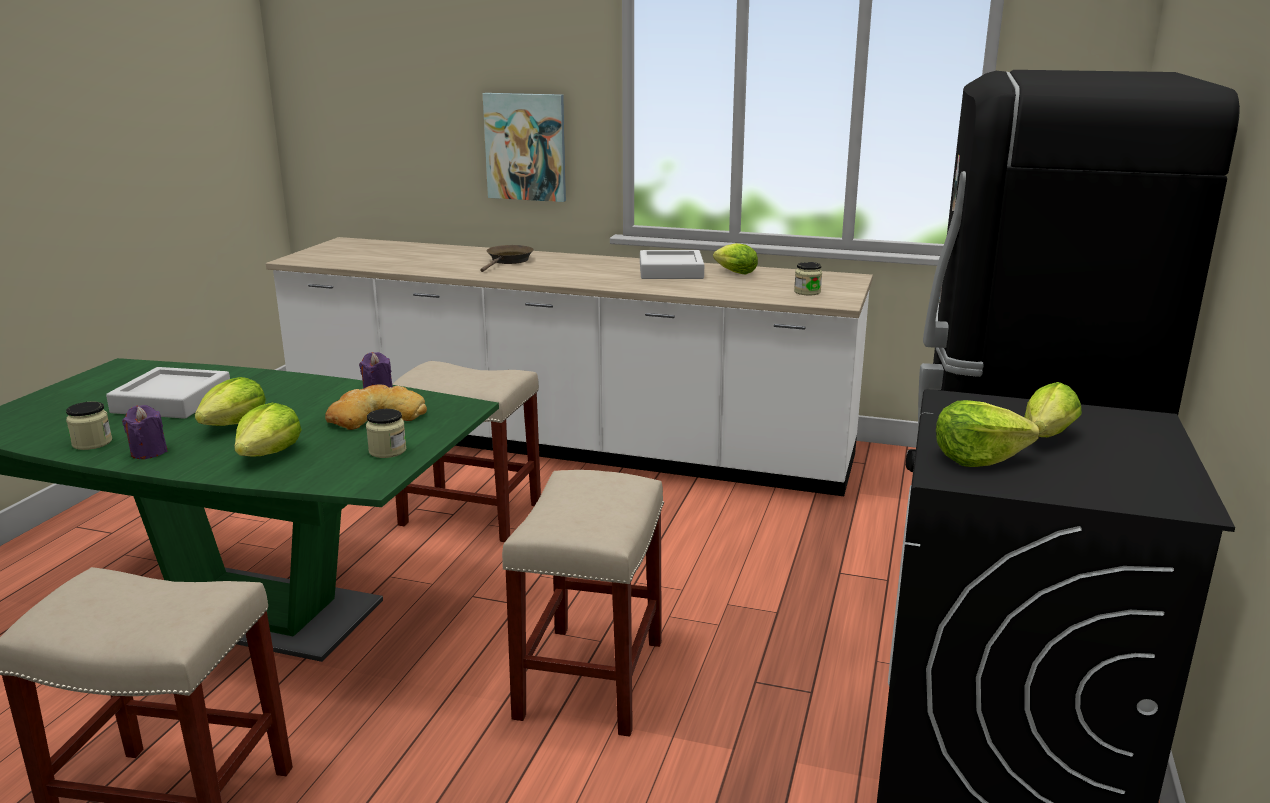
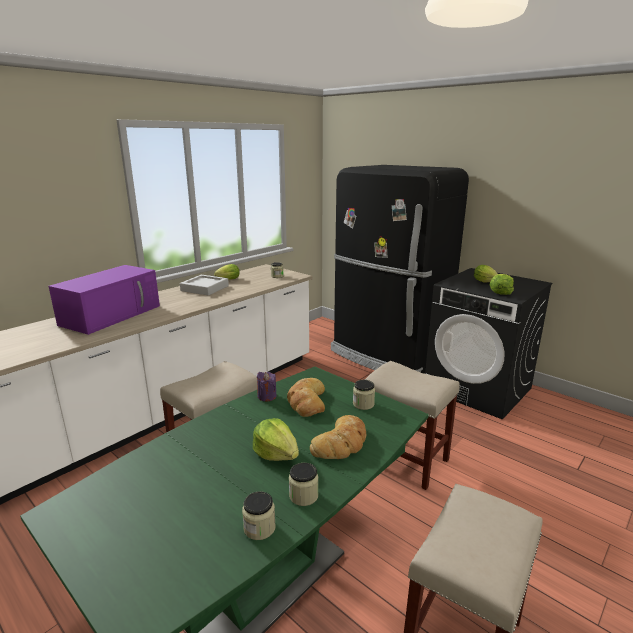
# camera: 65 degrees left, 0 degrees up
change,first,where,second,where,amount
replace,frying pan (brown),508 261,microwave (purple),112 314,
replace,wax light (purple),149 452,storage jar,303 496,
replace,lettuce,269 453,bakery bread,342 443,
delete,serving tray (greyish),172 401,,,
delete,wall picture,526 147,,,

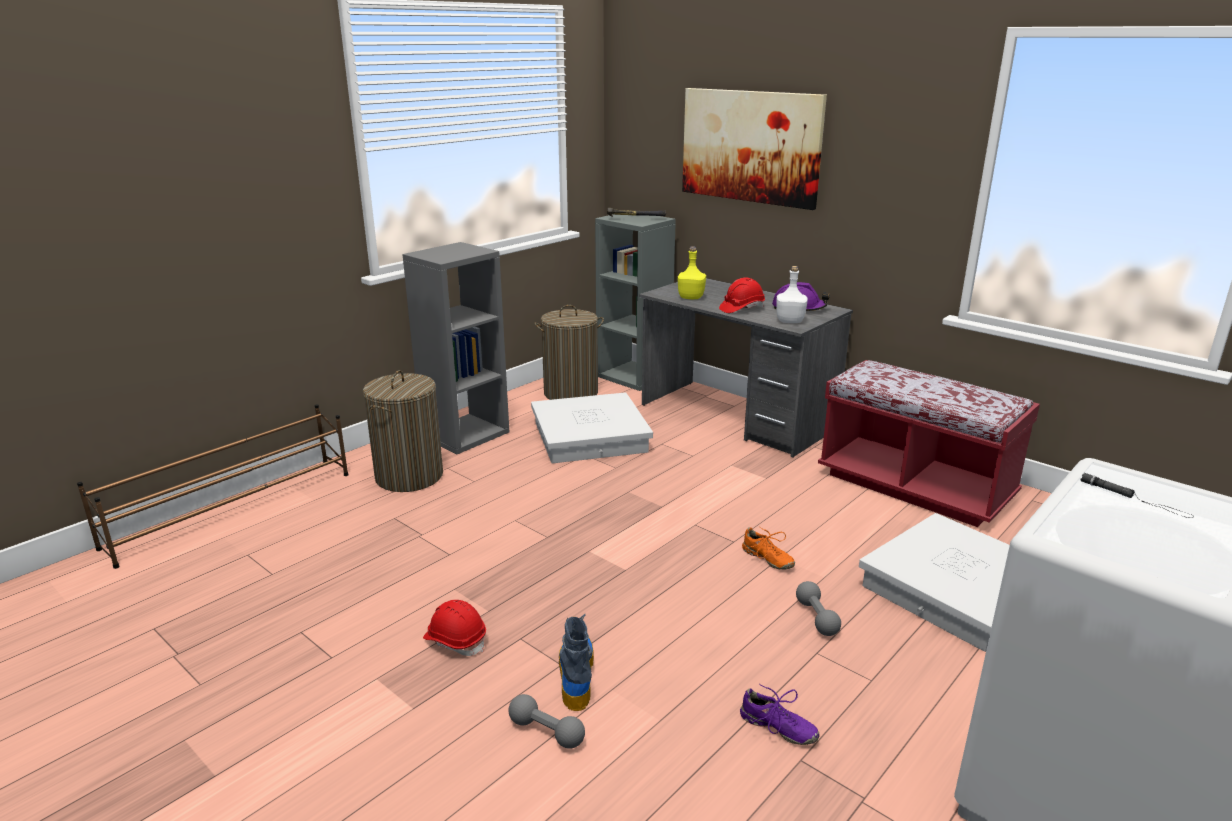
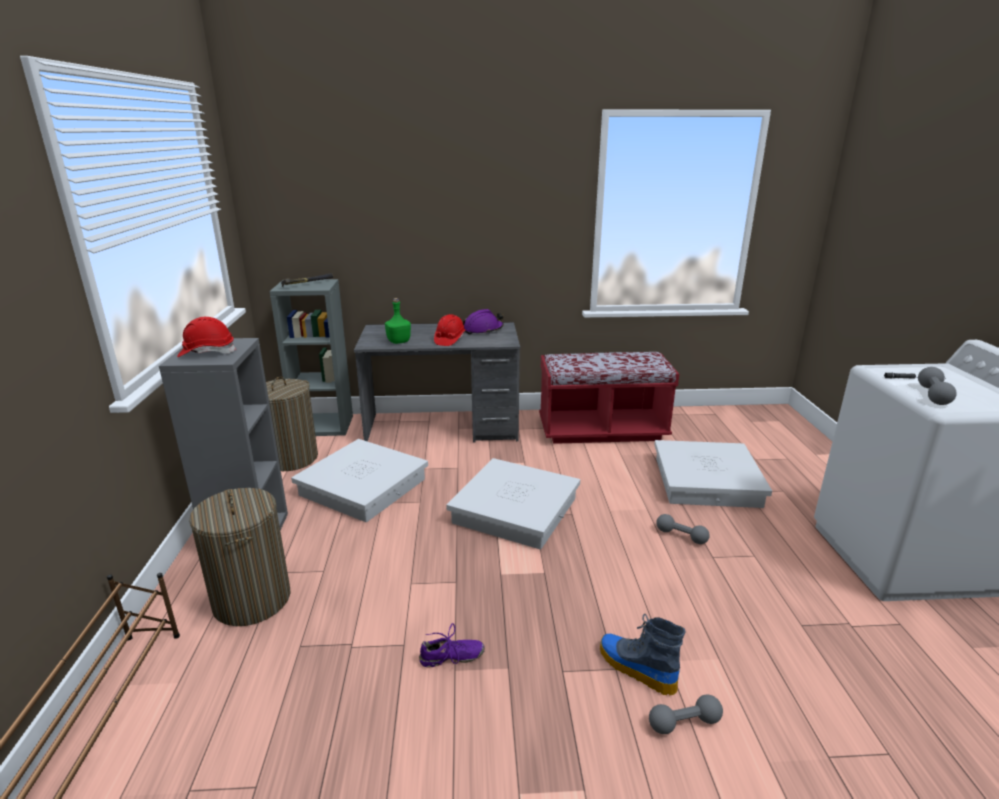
# camera: 45 degrees left, 0 degrees up
change,first,where,second,where,amount
move,safety helmet (red-coloured),455 640,,207 352,
recolor,drink bottle (yellow),691 297,drink bottle (green-coloured),398 341,
move,item of footwear (purple),777 728,,451 658,
insert,,,storage container (whitish),515 510,
insert,,,hand weight (greyish),933 395,
delete,wall picture,750 146,,,
delete,item of footwear (orange-coloured),767 559,,,
delete,drink bottle (whitish),789 321,,,

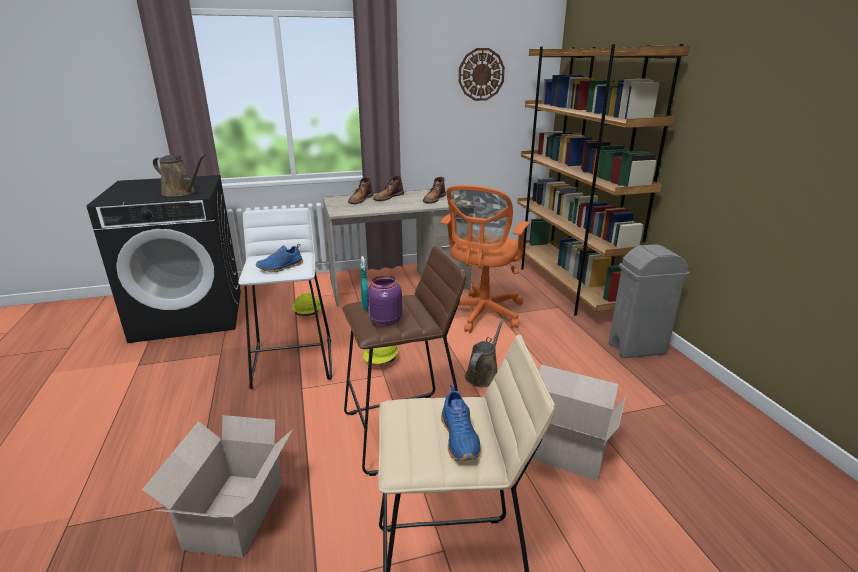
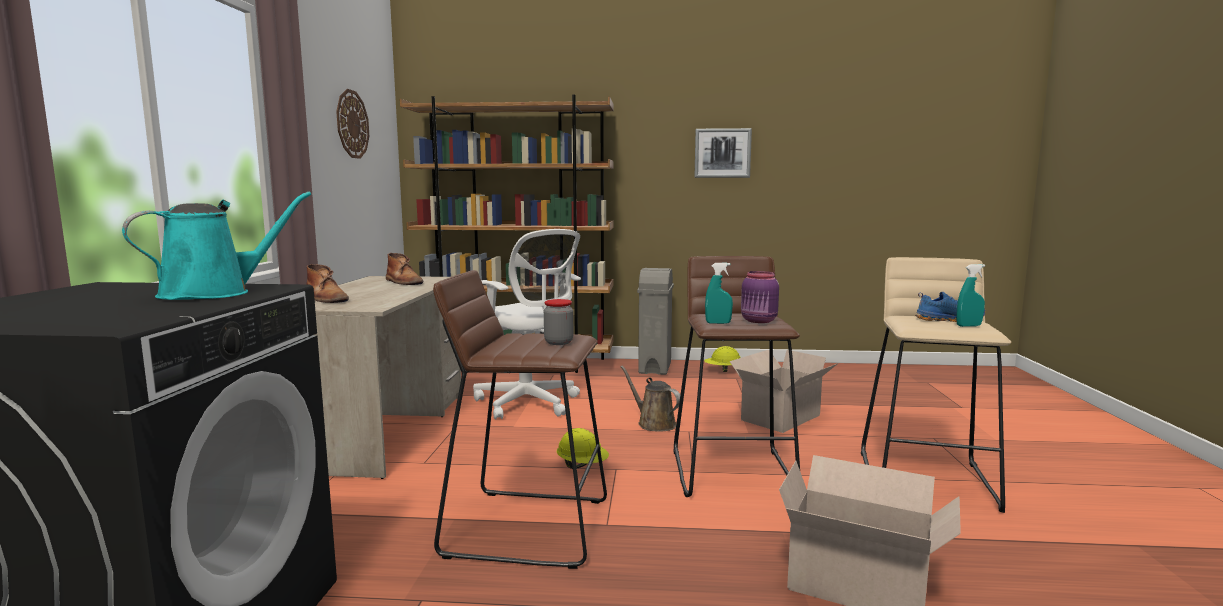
# camera: 70 degrees left, 15 degrees down
change,first,where,second,where,amount
recolor,watering can (brown),181 192,watering can (turquoise-coloured),214 293,
recolor,stool (whitish),293 362,stool (brown),526 526,
recolor,computer chair (orange-coloured),482 315,computer chair (whitish),529 403,
replace,item of footwear (blue),281 267,storage jar,558 342,
insert,,,wall picture,722 153,
move,safety helmet (yellow),307 314,,722 371,
insert,,,hand sprayer (turquoise-coloured),968 326,
delete,tall boot (brown),388 197,,,

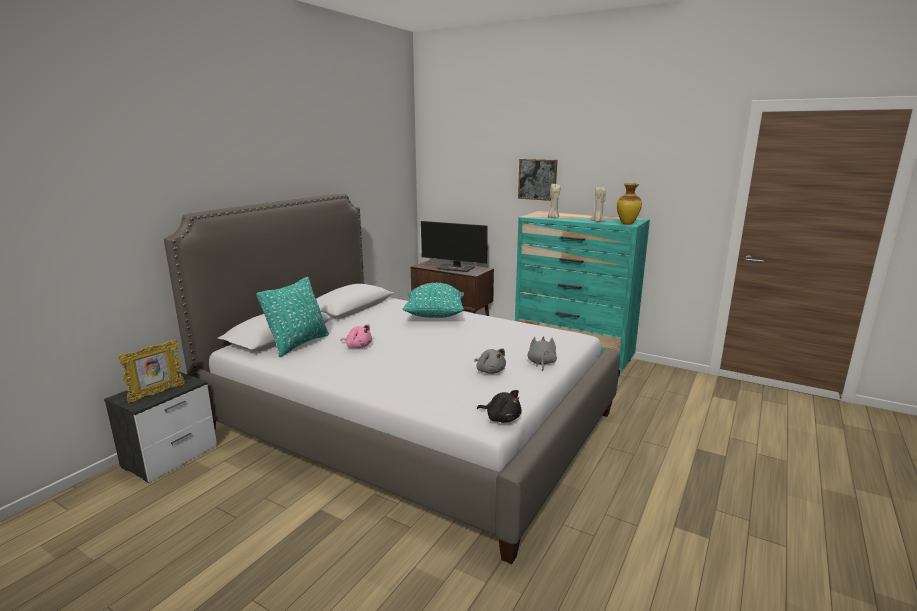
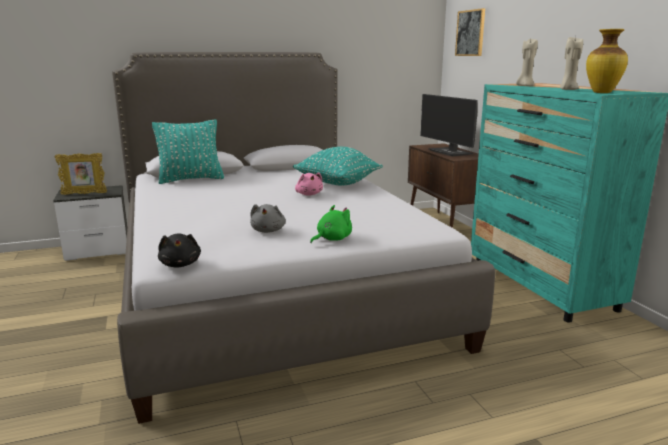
# camera: 40 degrees right, 0 degrees up
change,first,where,second,where,amount
move,cuddly toy (pink-coloured),358 346,,309 194,
recolor,cuddly toy (greyish),541 363,cuddly toy (green-coloured),332 239,
move,wall picture,537 179,,470 33,

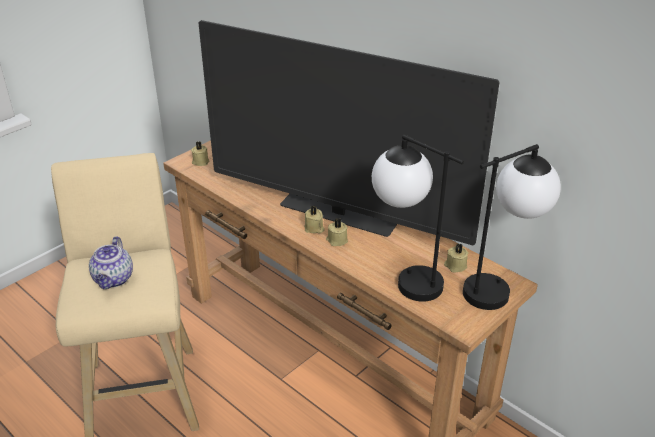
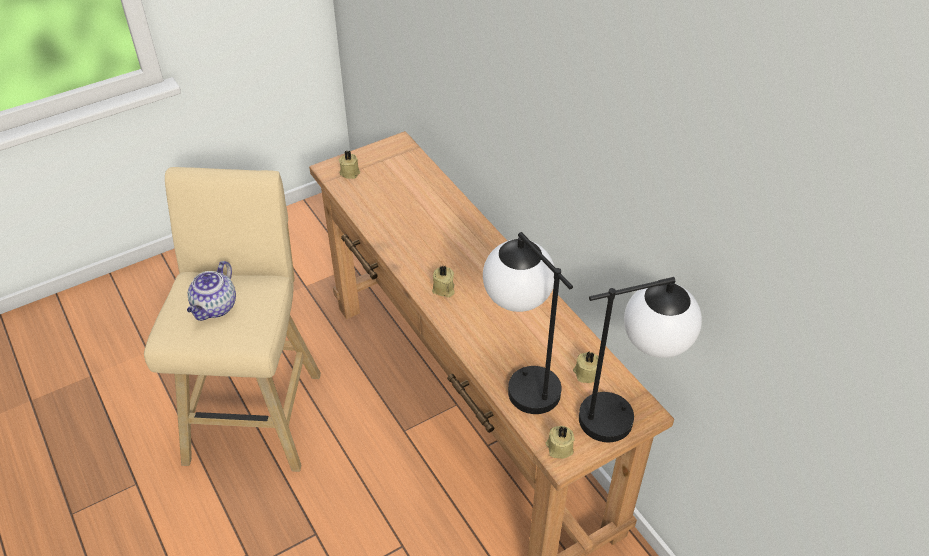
# camera: 15 degrees right, 10 degrees up
change,first,where,second,where,amount
move,wax light (beige-coloured),336 240,,559 447,
delete,television,337 215,,,

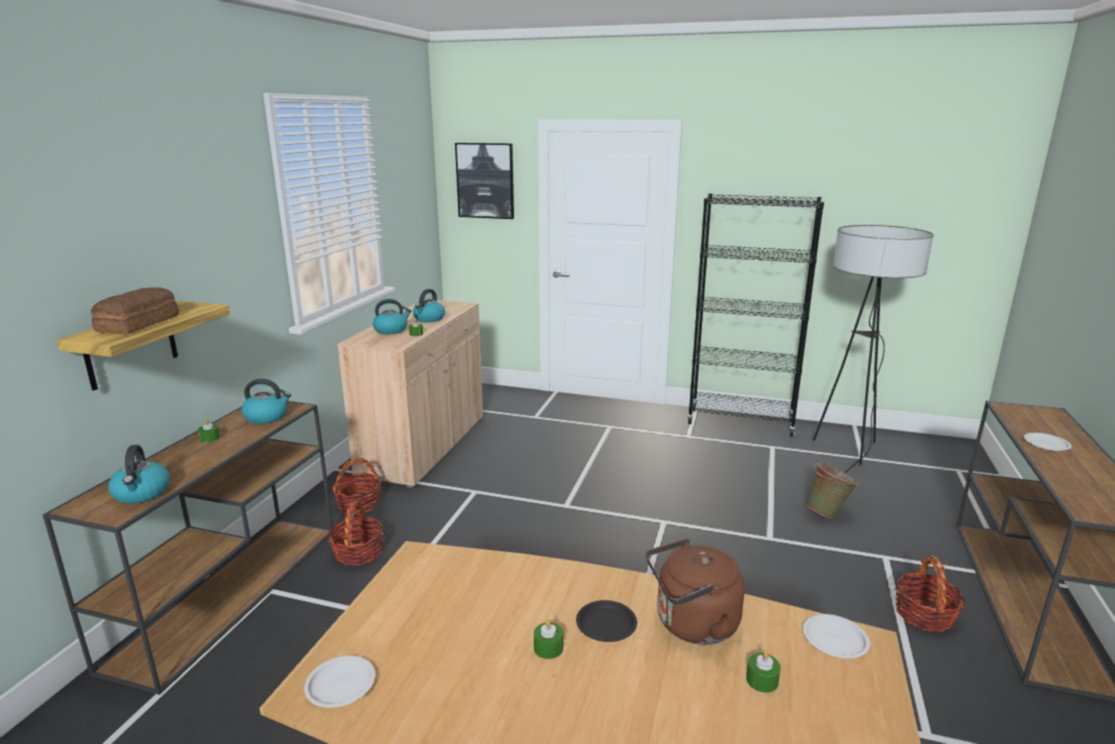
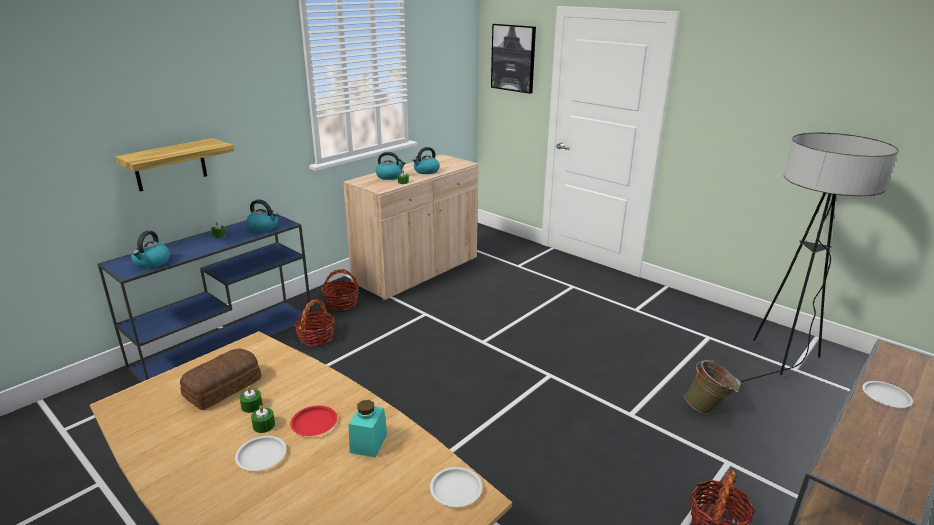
# camera: 25 degrees right, 5 degrees up
change,first,where,second,where,amount
recolor,narrow table (brown),231 591,narrow table (blue),227 341,
move,bakery bread,141 323,,224 387,
move,dinner plate (whitish),340 686,,261 456,
move,wax light (green-coloured),762 680,,252 406,
recolor,dinner plate (black),606 625,dinner plate (red-coloured),314 424,
replace,water kettle (brown),692 625,storage jar (turquoise-coloured),368 443,
delete,shelving unit (black),740 422,,,

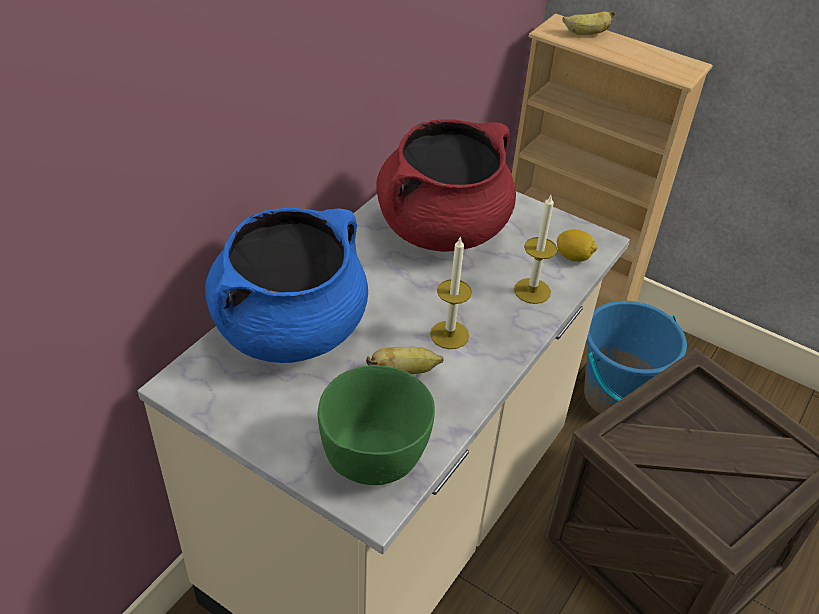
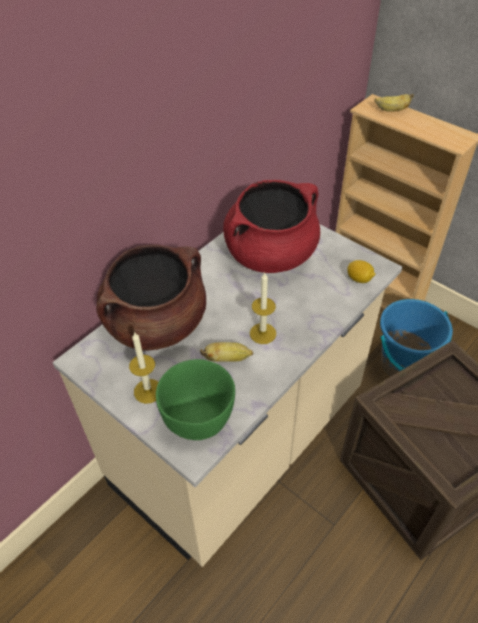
# camera: 10 degrees right, 5 degrees up
change,first,where,second,where,amount
recolor,saucepot (blue),291 329,saucepot (brown),157 324,
move,wax light,532 291,,148 391,

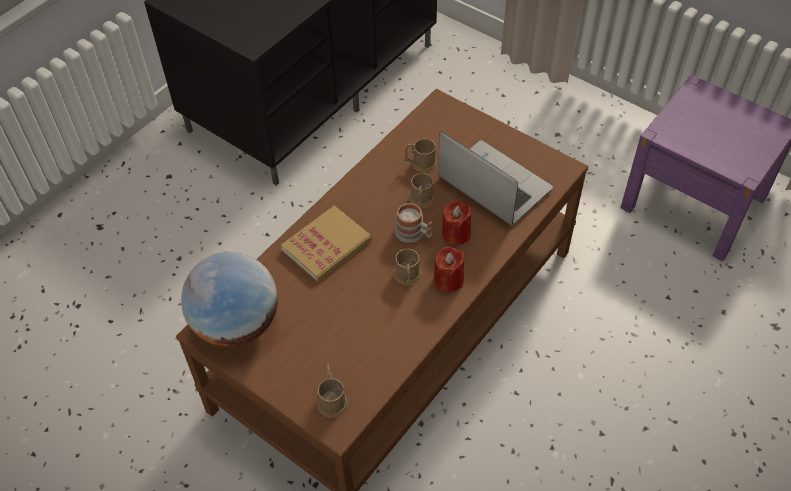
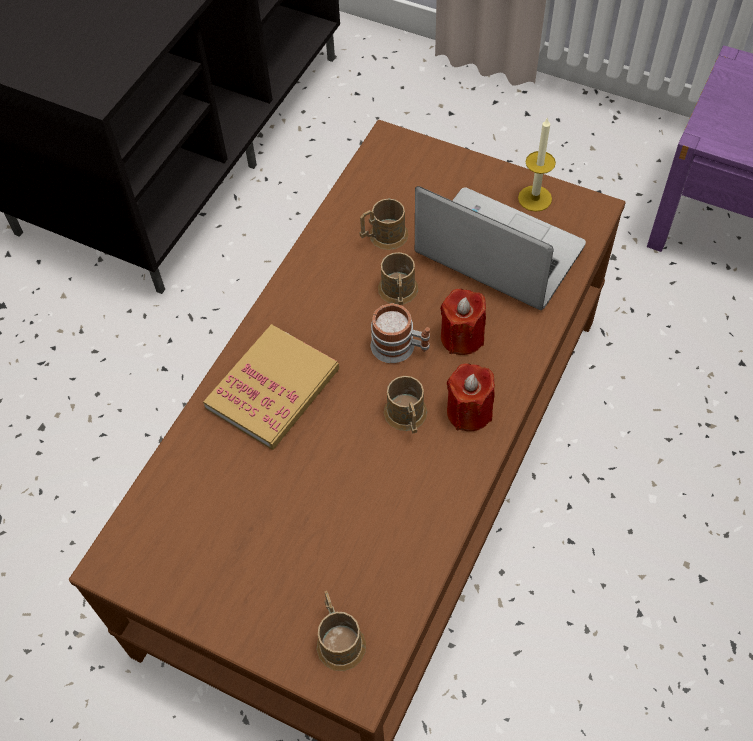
# camera: 10 degrees left, 5 degrees up
change,first,where,second,where,amount
insert,,,wax light,535 198,
delete,world globe,236 324,,,

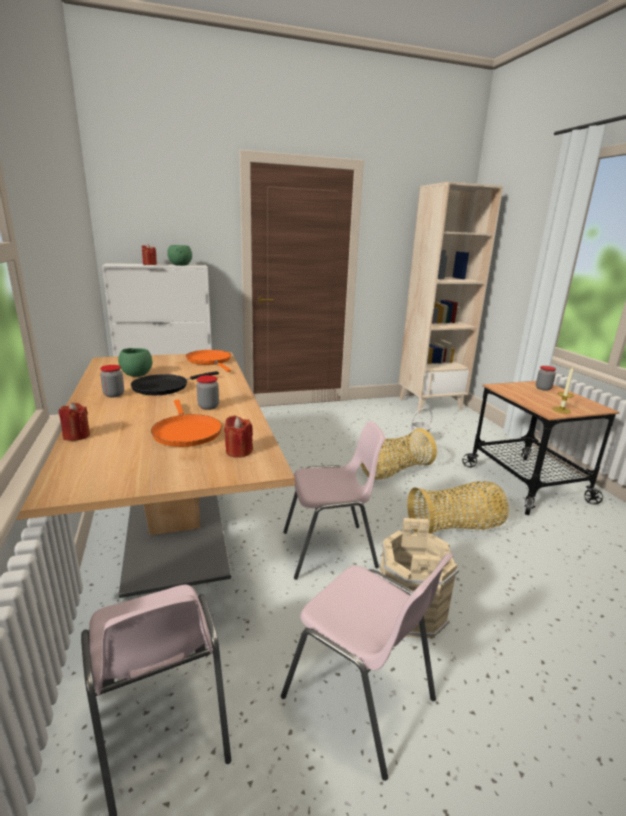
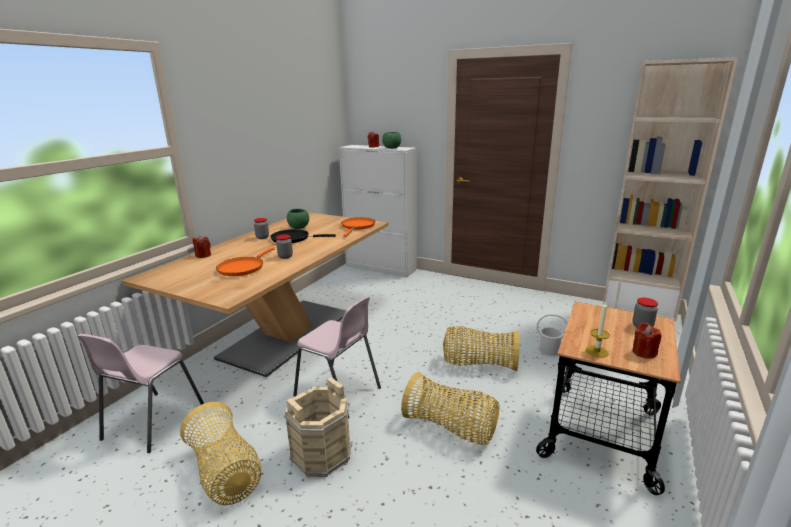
# camera: 45 degrees right, 0 degrees up
change,first,where,second,where,amount
replace,upright chair (pink-coloured),360 699,household basket,225 473,
move,wax light (red-coloured),238 451,,644 352,

